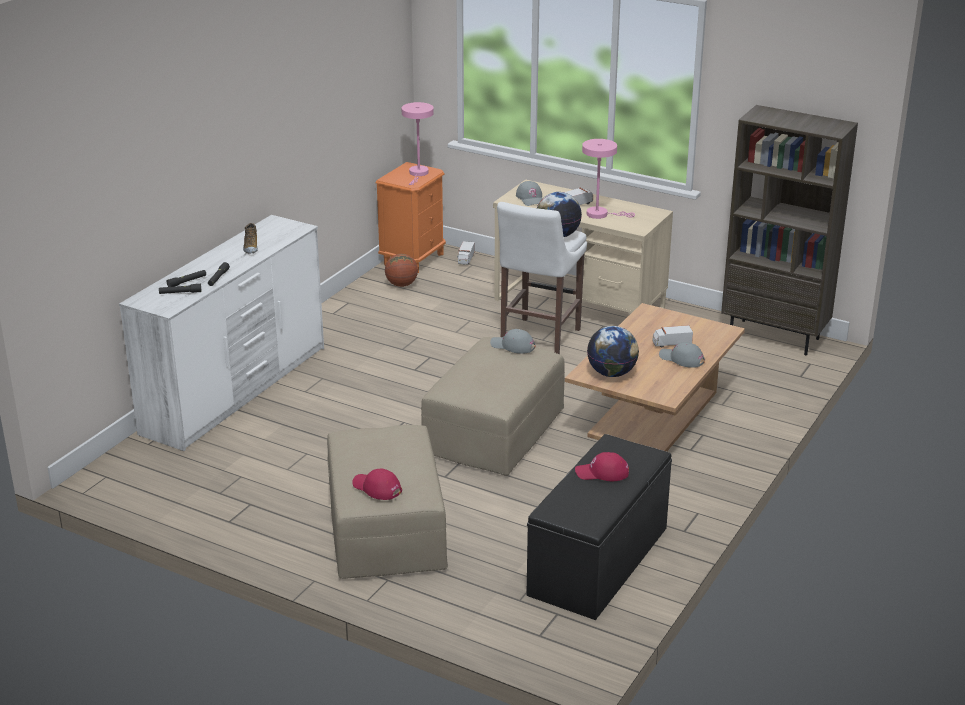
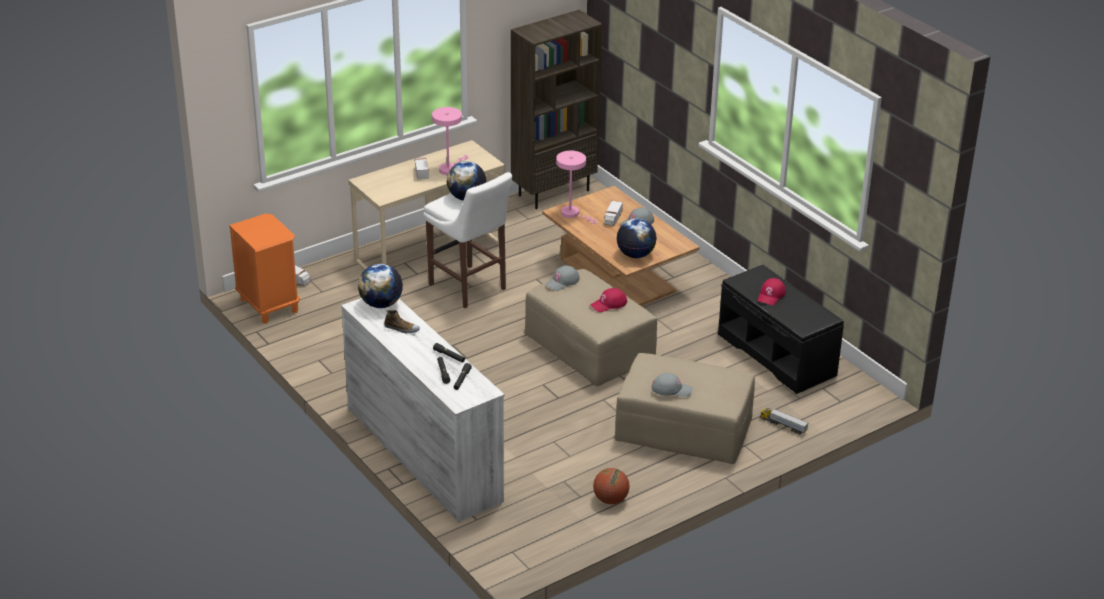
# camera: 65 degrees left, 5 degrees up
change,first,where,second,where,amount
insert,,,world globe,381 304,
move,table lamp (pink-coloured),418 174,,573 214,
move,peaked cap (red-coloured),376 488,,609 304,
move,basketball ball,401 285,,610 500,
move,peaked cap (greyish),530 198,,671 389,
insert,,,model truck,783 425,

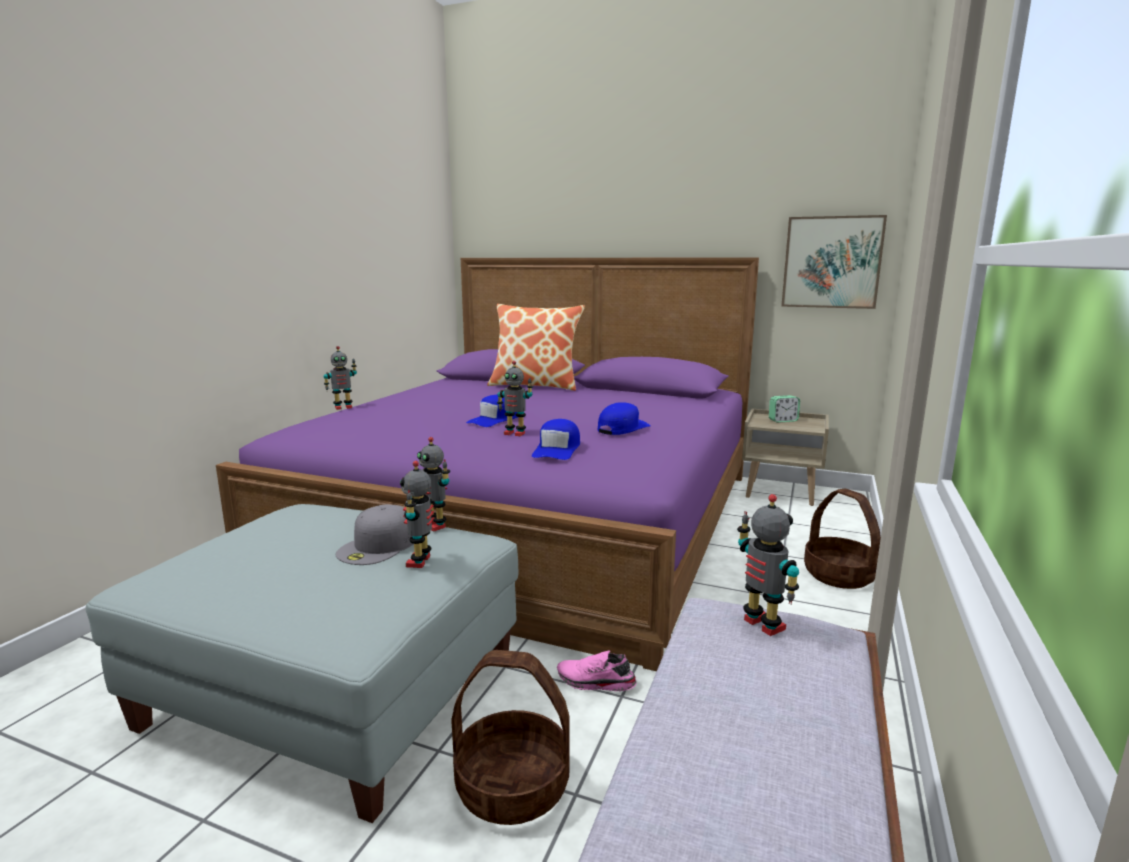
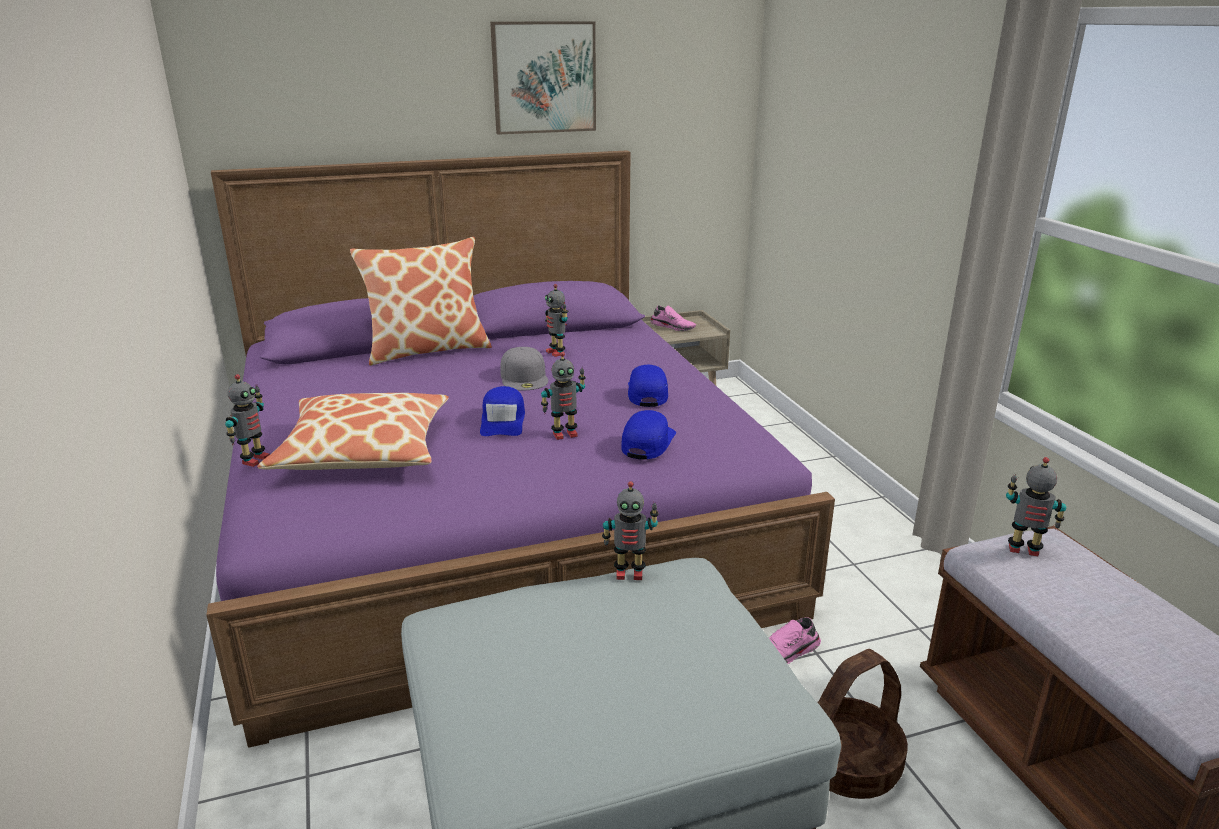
# camera: 40 degrees left, 10 degrees up
change,first,where,second,where,amount
insert,,,throw pillow,363 450,
move,wall picture,831 262,,544 77,
move,peaked cap (greyish),379 546,,524 377,
move,toy robot,421 561,,556 352,
rotate,peaked cap (blue),557 449,,647 442,135 degrees counterclockwise
replace,bedside clock,783 420,item of footwear (pink-coloured),673 327,
delete,household basket,839 575,,,

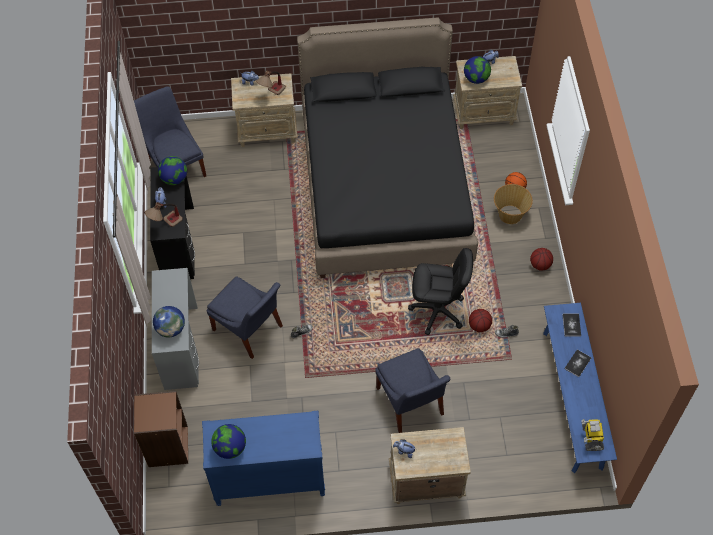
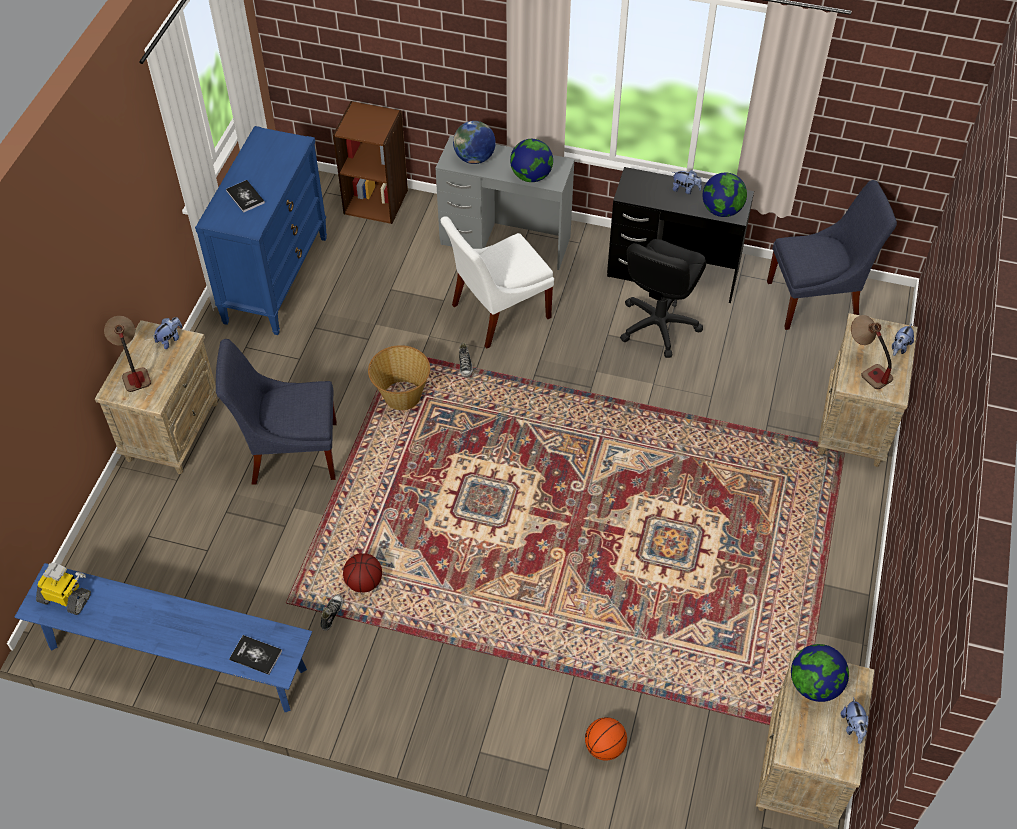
# camera: 110 degrees right, 5 degrees down
change,first,where,second,where,amount
move,table lamp,166 224,,132 369,
move,bound book,577 363,,245 197,
move,household basket,510 215,,401 396,
recolor,upright chair (blue),249 330,upright chair (whitish),497 313,
move,world globe,230 448,,531 176,
move,computer chair (black),437 311,,658 325,
delete,sleeping bed (black),384 186,,,
delete,basketball ball,540 265,,,

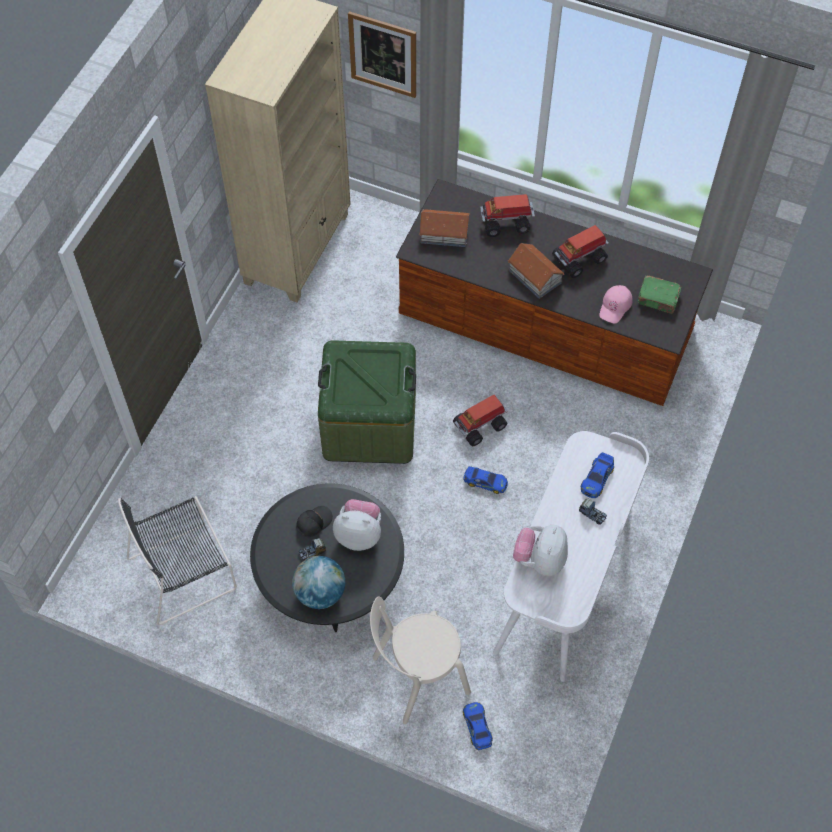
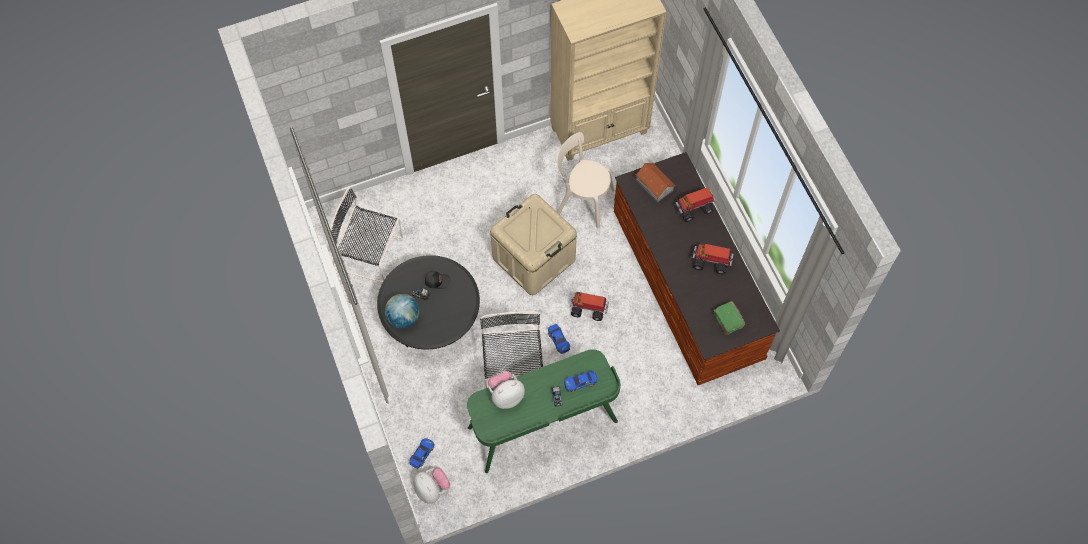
# camera: 45 degrees right, 5 degrees up
change,first,where,second,where,amount
move,cuddly toy,359 534,,432 489,
recolor,desk table (whitish),566 579,desk table (green-coloured),543 425,
insert,,,upright chair (black),513 368,
recolor,storage container (green-coloured),369 424,storage container (beige-coloured),533 258,
move,upright chair (beige-coloured),416 677,,582 201,
rotate,model truck,506 223,,694 208,60 degrees counterclockwise
delete,wall picture,383 54,,,
delete,miniature house,535 277,,,
delete,peaked cap (pink-coloured),615 306,,,

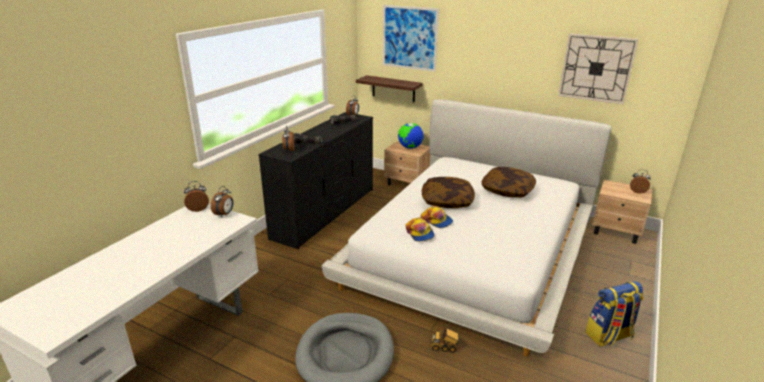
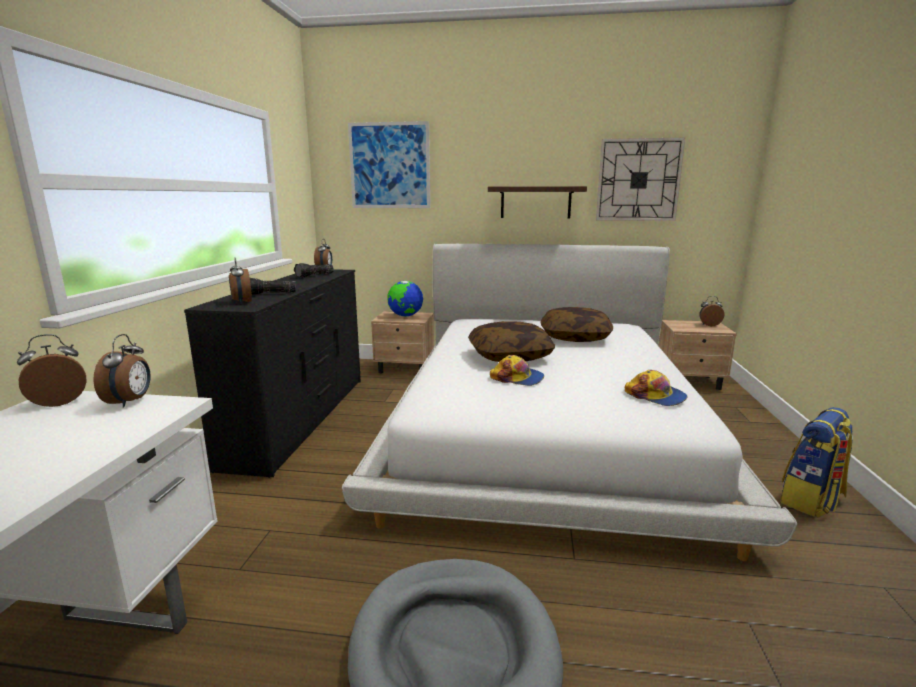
# camera: 20 degrees left, 10 degrees down
change,first,where,second,where,amount
move,wall shelf,393 89,,535 202,
move,peaked cap,419 233,,656 396,
delete,model truck,444 347,,,

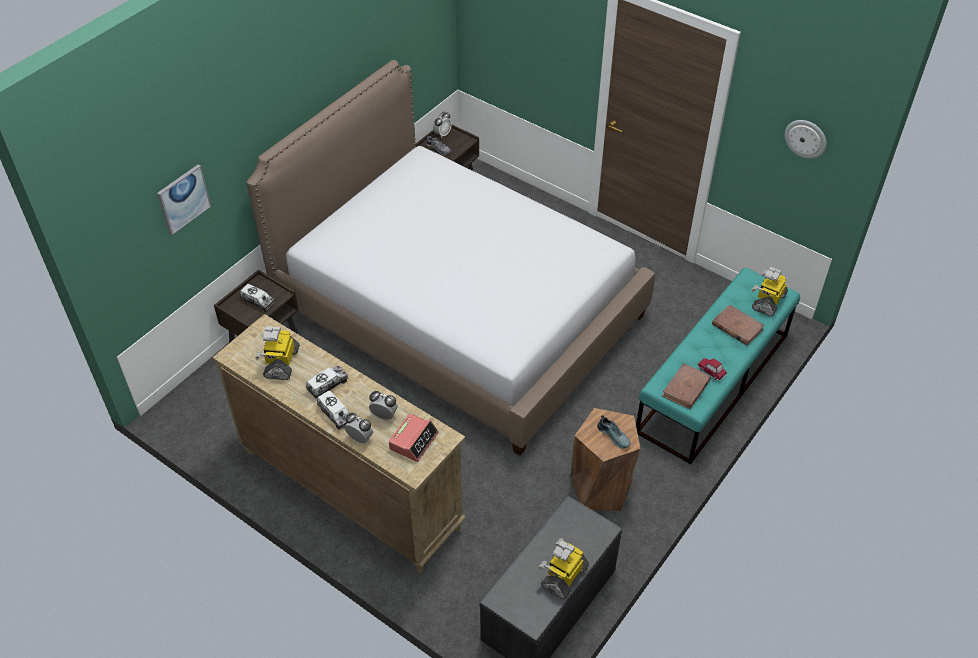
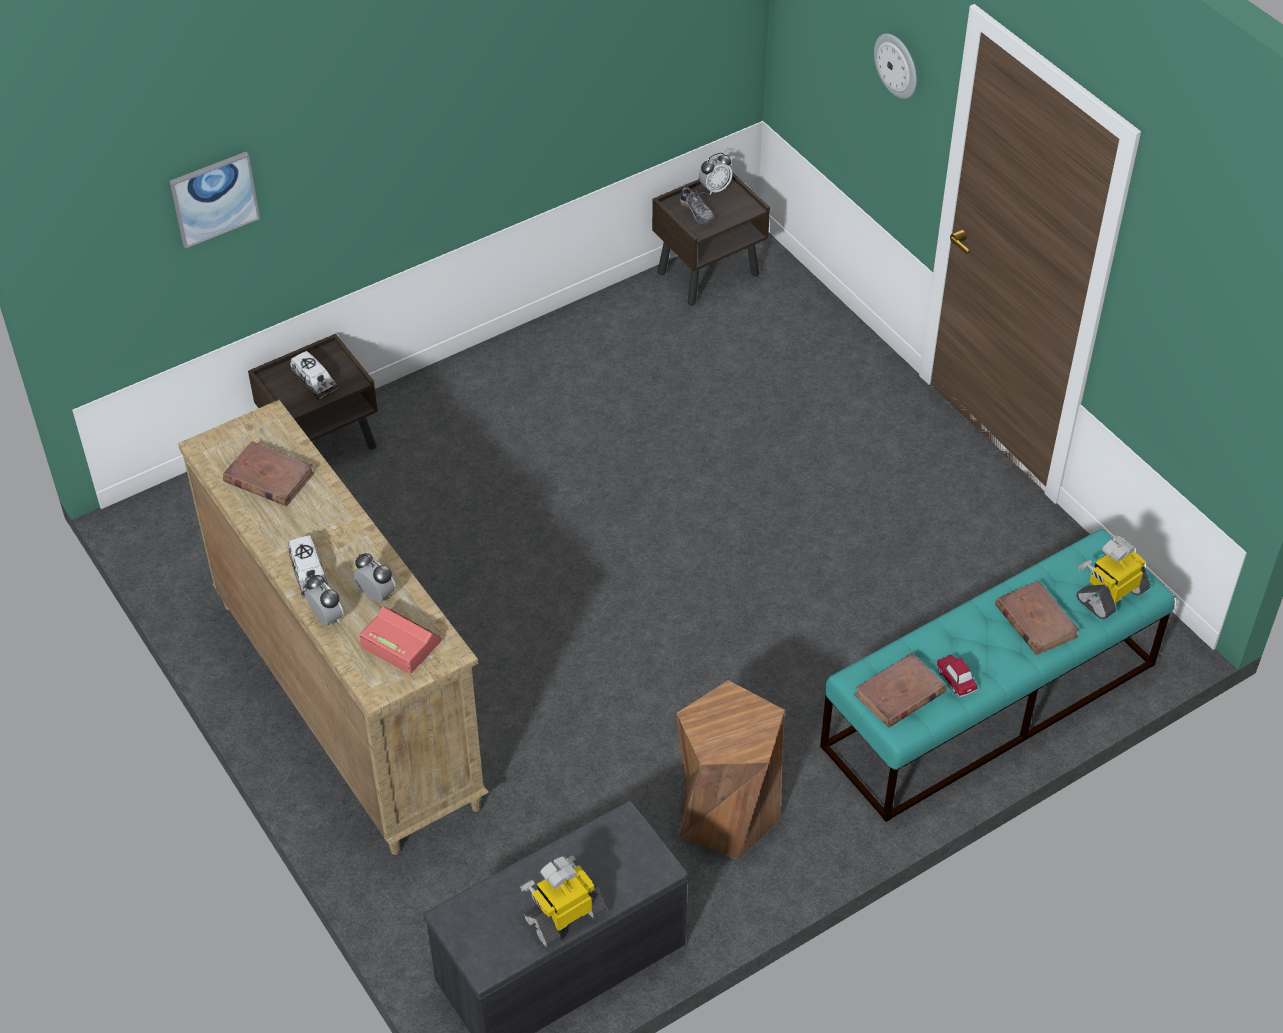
# camera: 20 degrees right, 0 degrees up
change,first,where,second,where,amount
replace,toy robot,281 362,bound book (brown),268 477,
rotate,bedside clock,414 441,,400 644,105 degrees counterclockwise
move,wall clock,806 138,,897 65,
delete,sleeping bed,459 312,,,
delete,model truck,327 385,,,
delete,item of footwear,614 435,,,

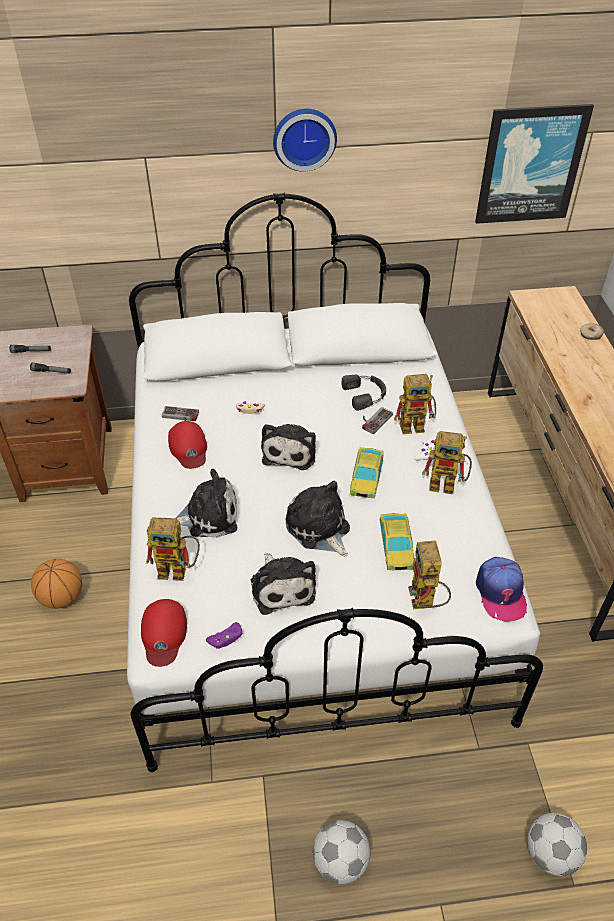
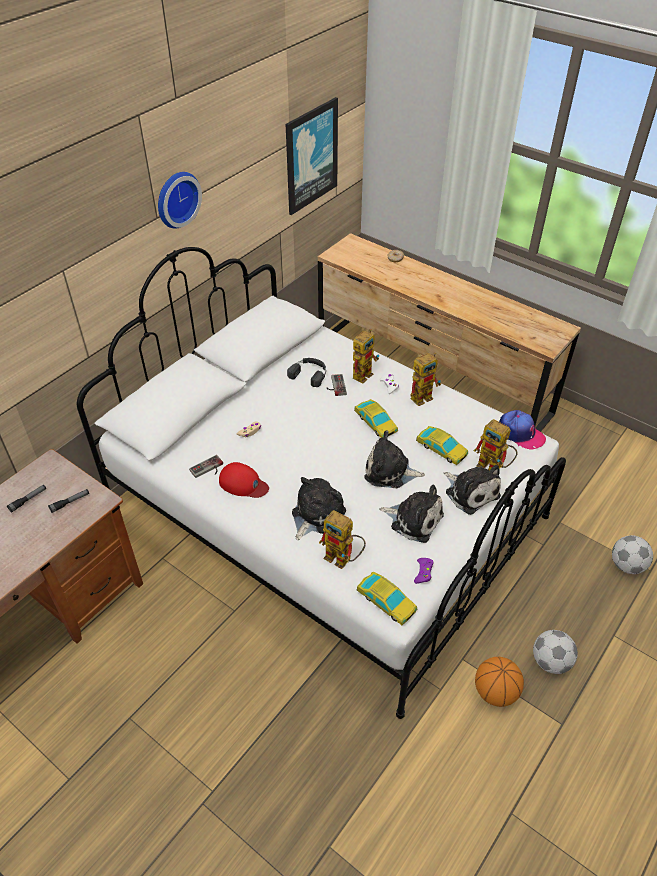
# camera: 45 degrees left, 0 degrees up
change,first,where,second,where,amount
rotate,toy robot,179 570,,343 559,75 degrees clockwise
replace,peaked cap (red-coloured),163 634,miniature car,386 601,
move,cuddly toy,290 451,,470 492,
move,basketball ball,62 597,,495 692,

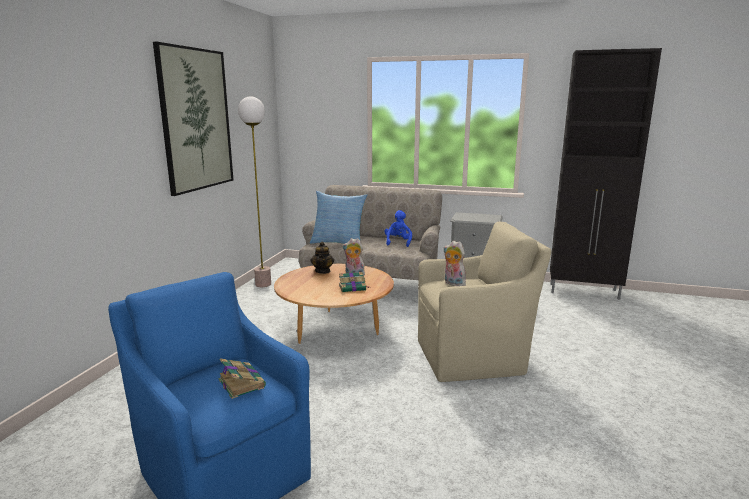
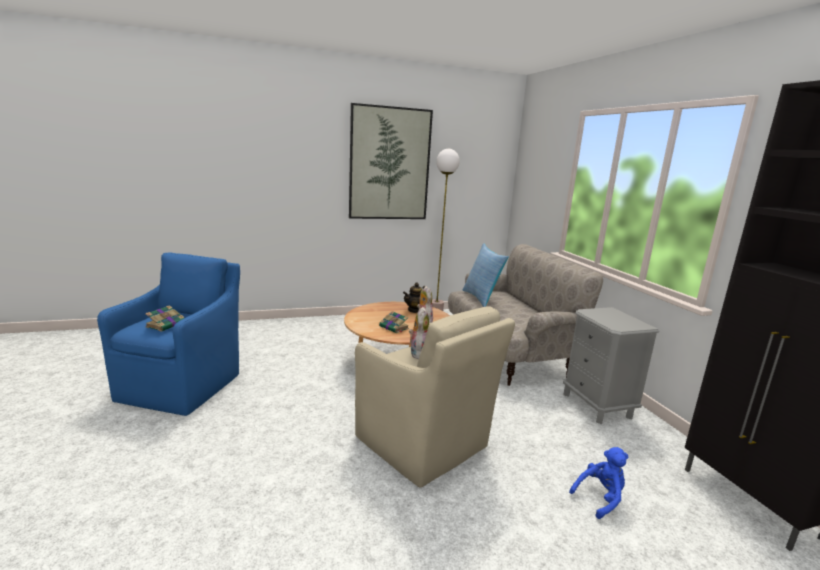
# camera: 55 degrees right, 0 degrees up
change,first,where,second,where,amount
move,cuddly toy (blue),398 242,,600 498,

